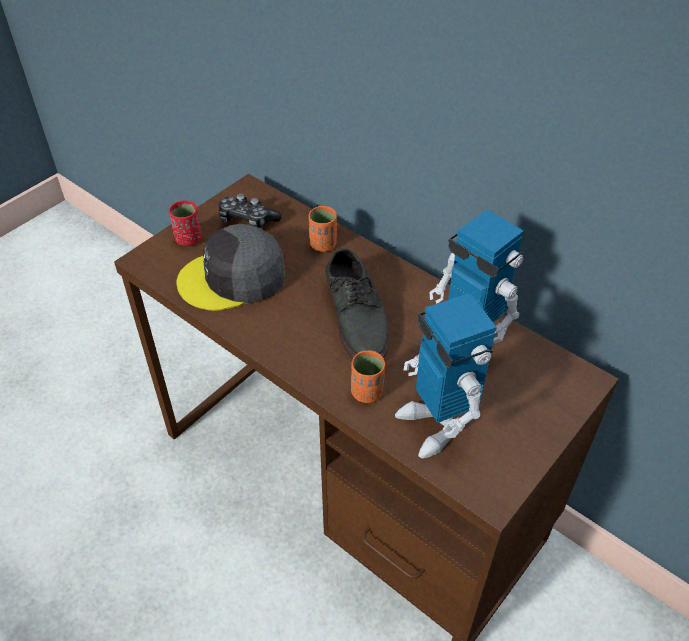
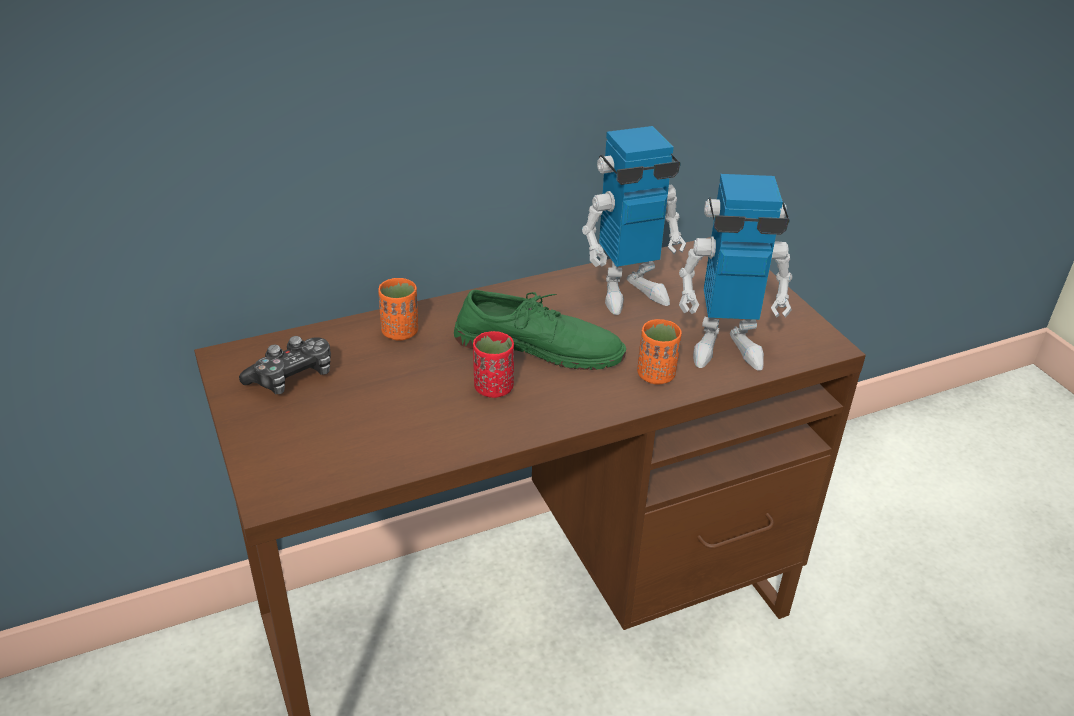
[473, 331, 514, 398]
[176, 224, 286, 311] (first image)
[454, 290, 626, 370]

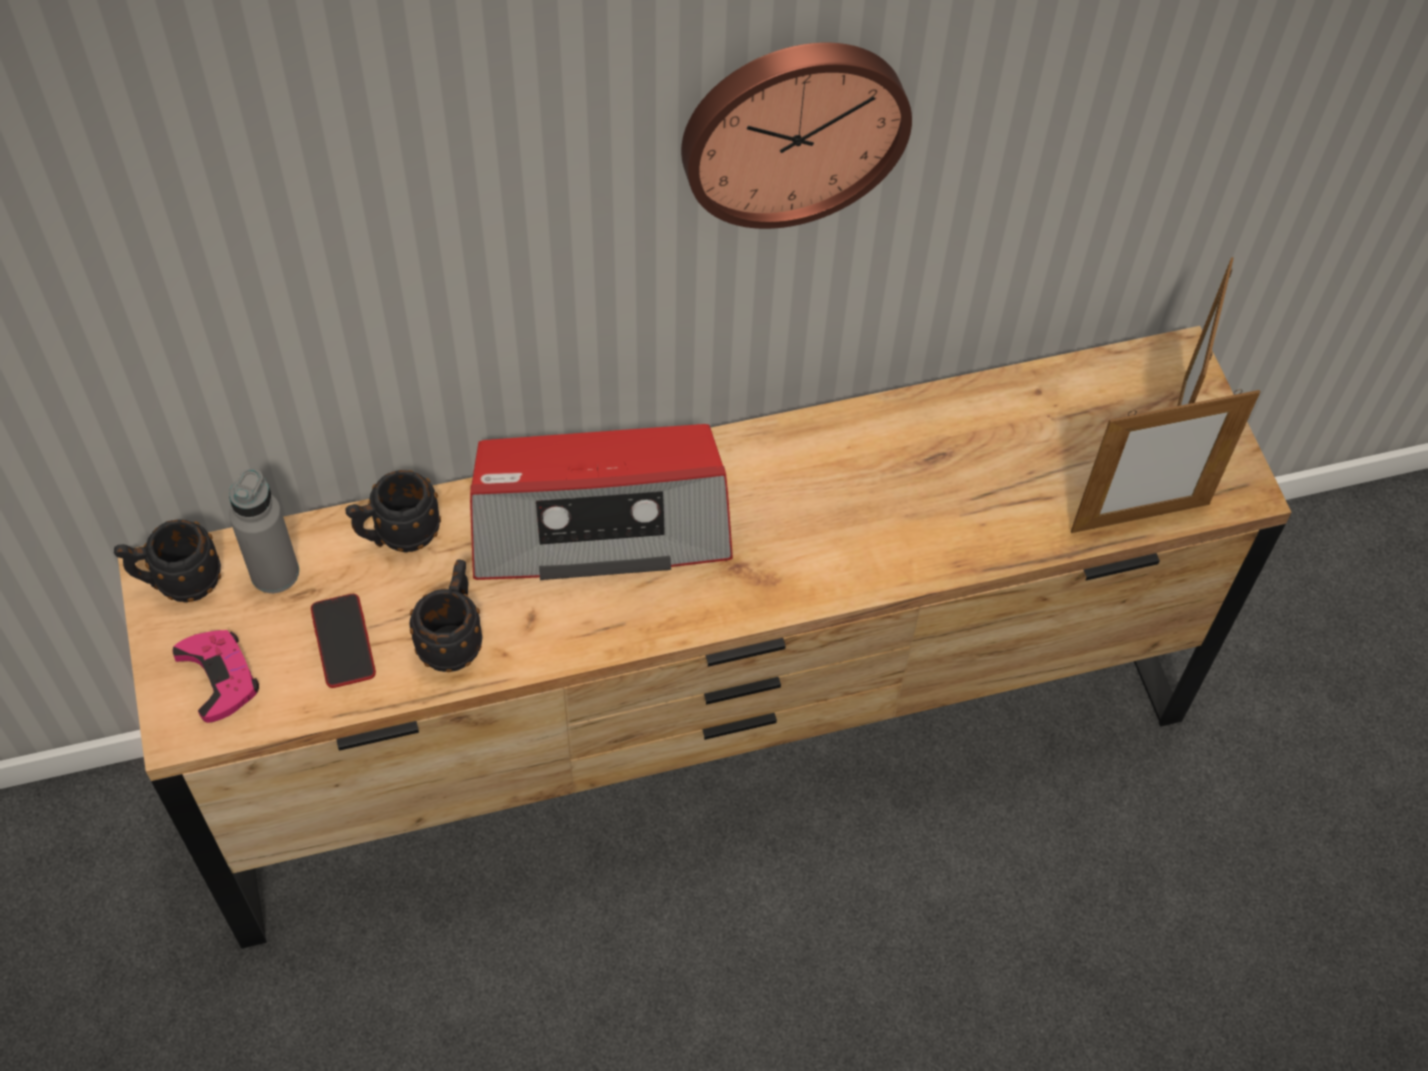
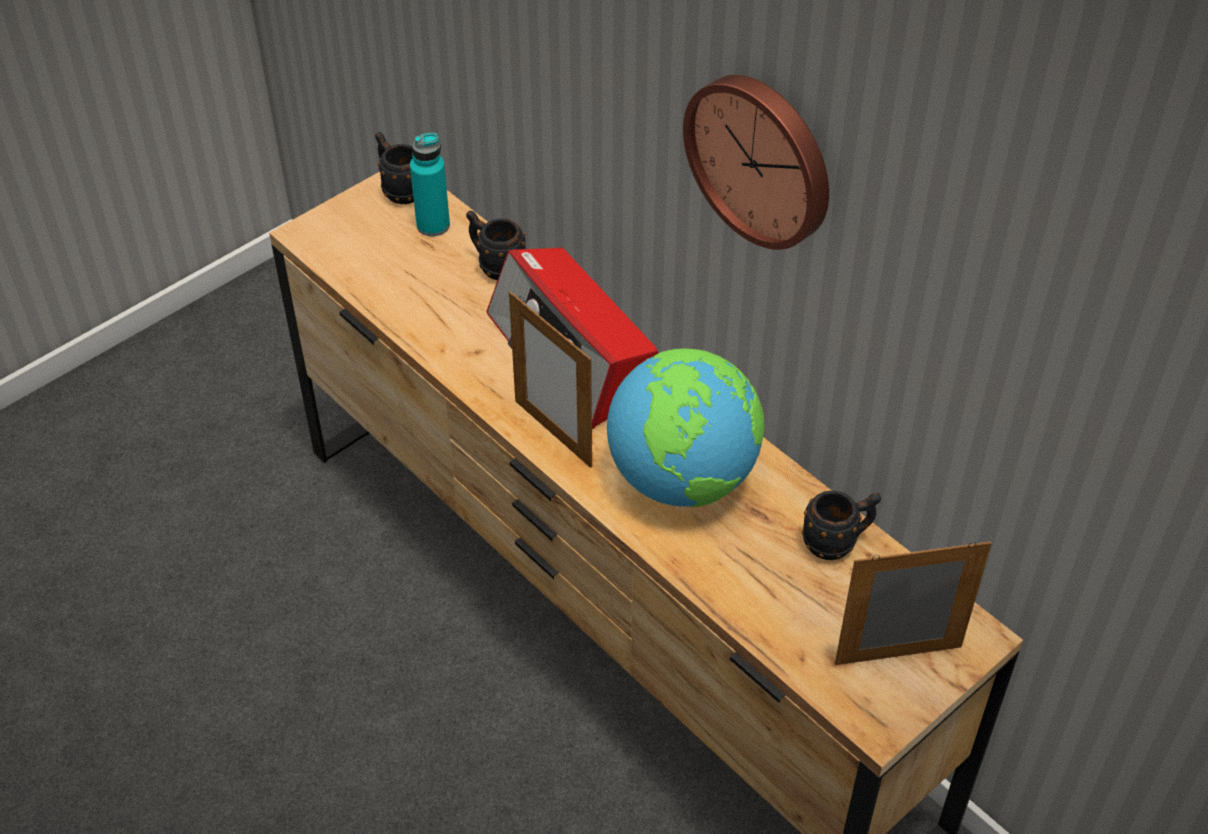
[509, 291, 592, 468]
[410, 133, 450, 236]
[802, 490, 881, 560]
[311, 594, 376, 688] (first image)
[173, 630, 259, 723] (first image)
[607, 348, 765, 507]

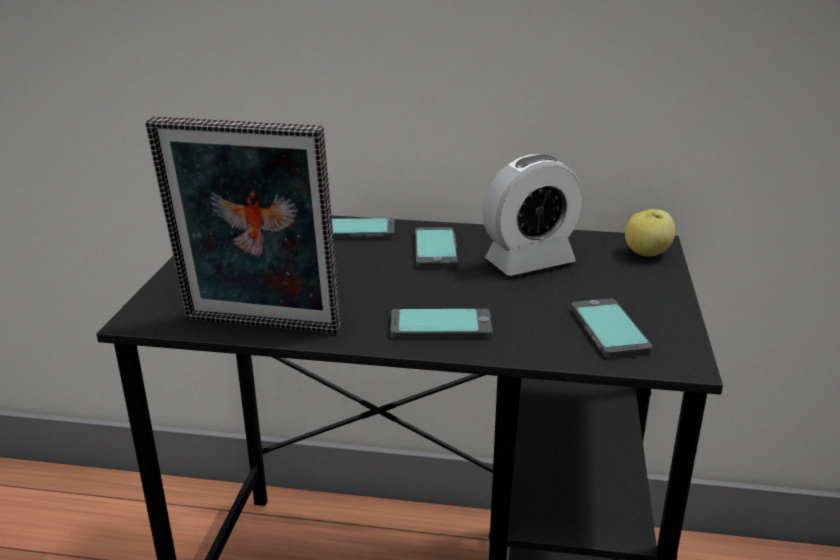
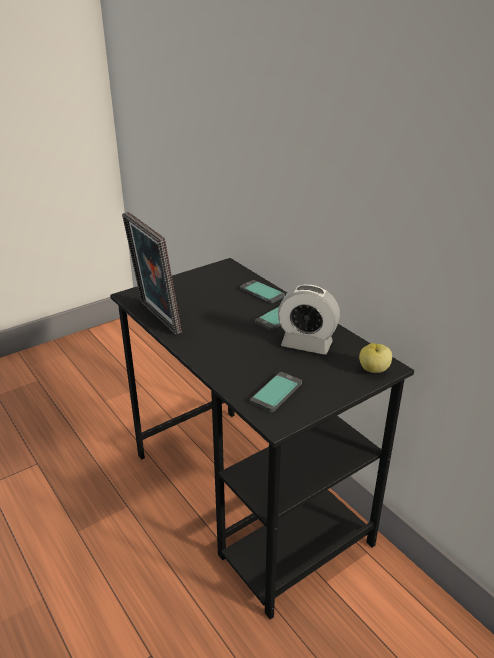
[391, 309, 493, 338] (first image)

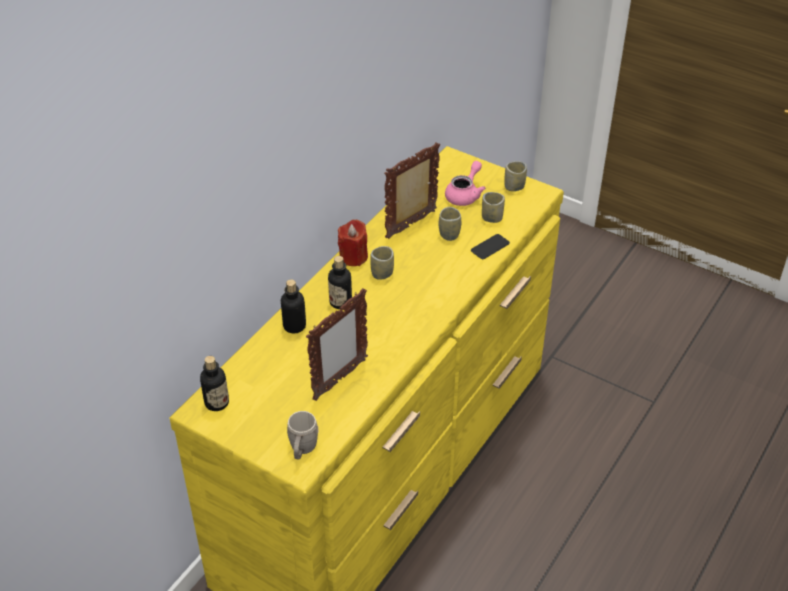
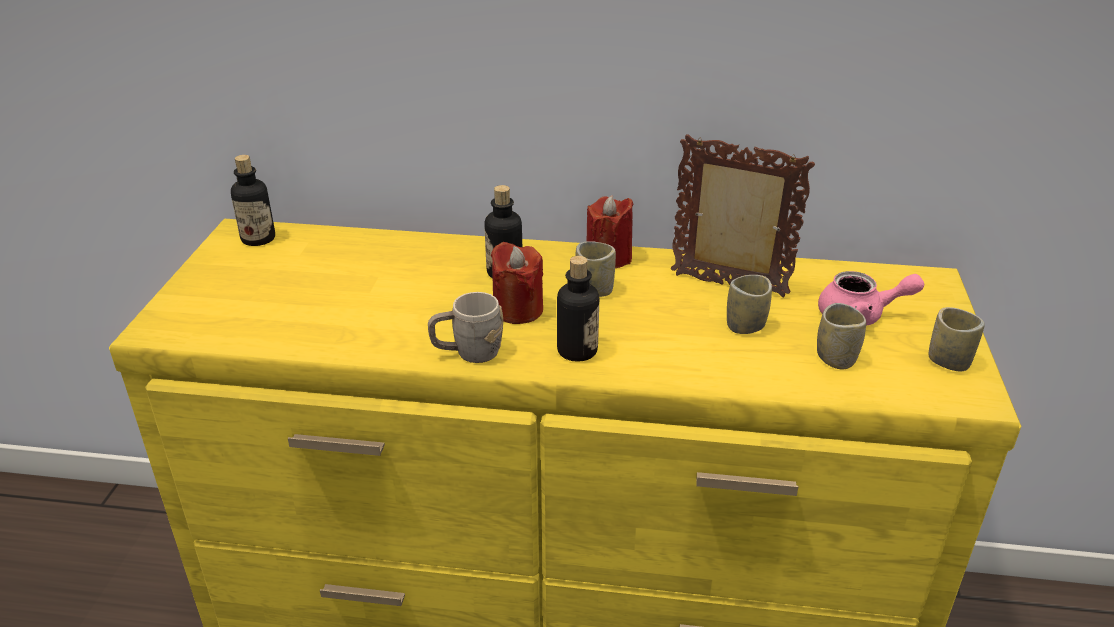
[471, 234, 510, 259] (first image)
[557, 256, 599, 362]
[306, 288, 368, 401] (first image)
[428, 292, 503, 363]
[491, 242, 543, 324]

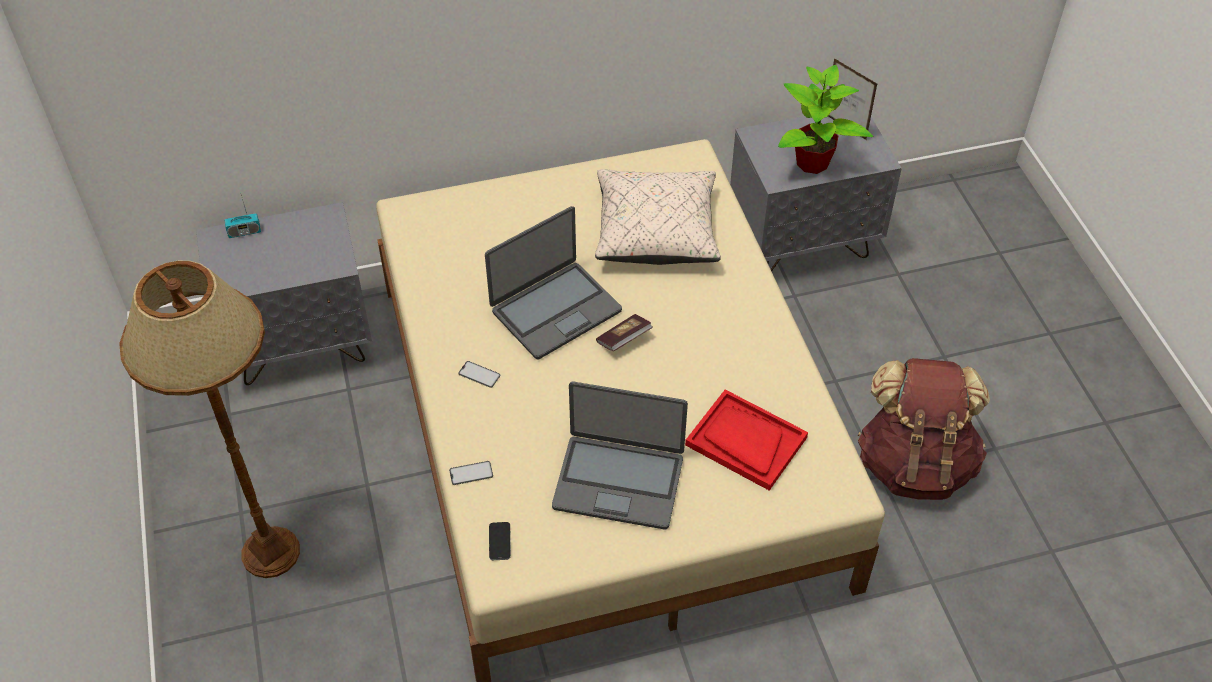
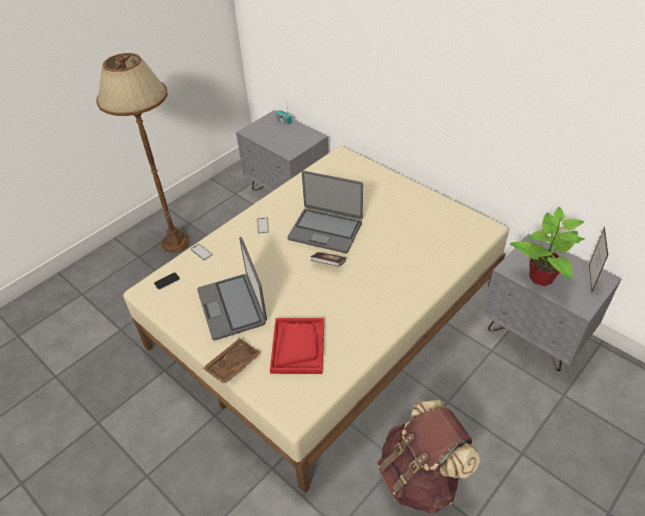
[595, 169, 721, 265] (first image)
[203, 338, 261, 384]

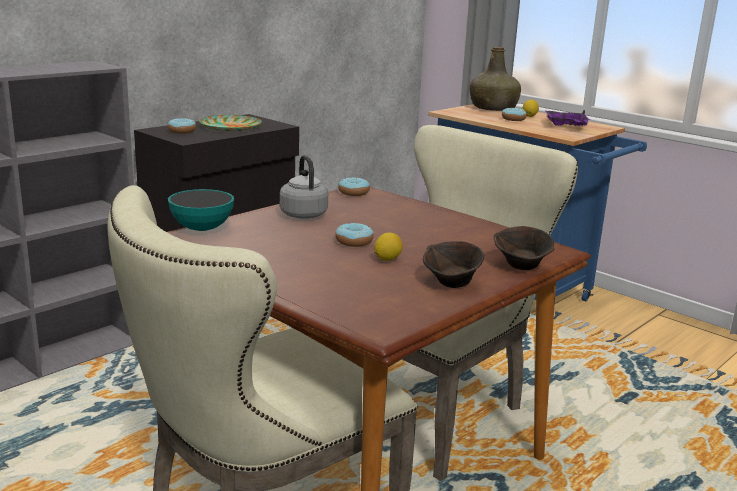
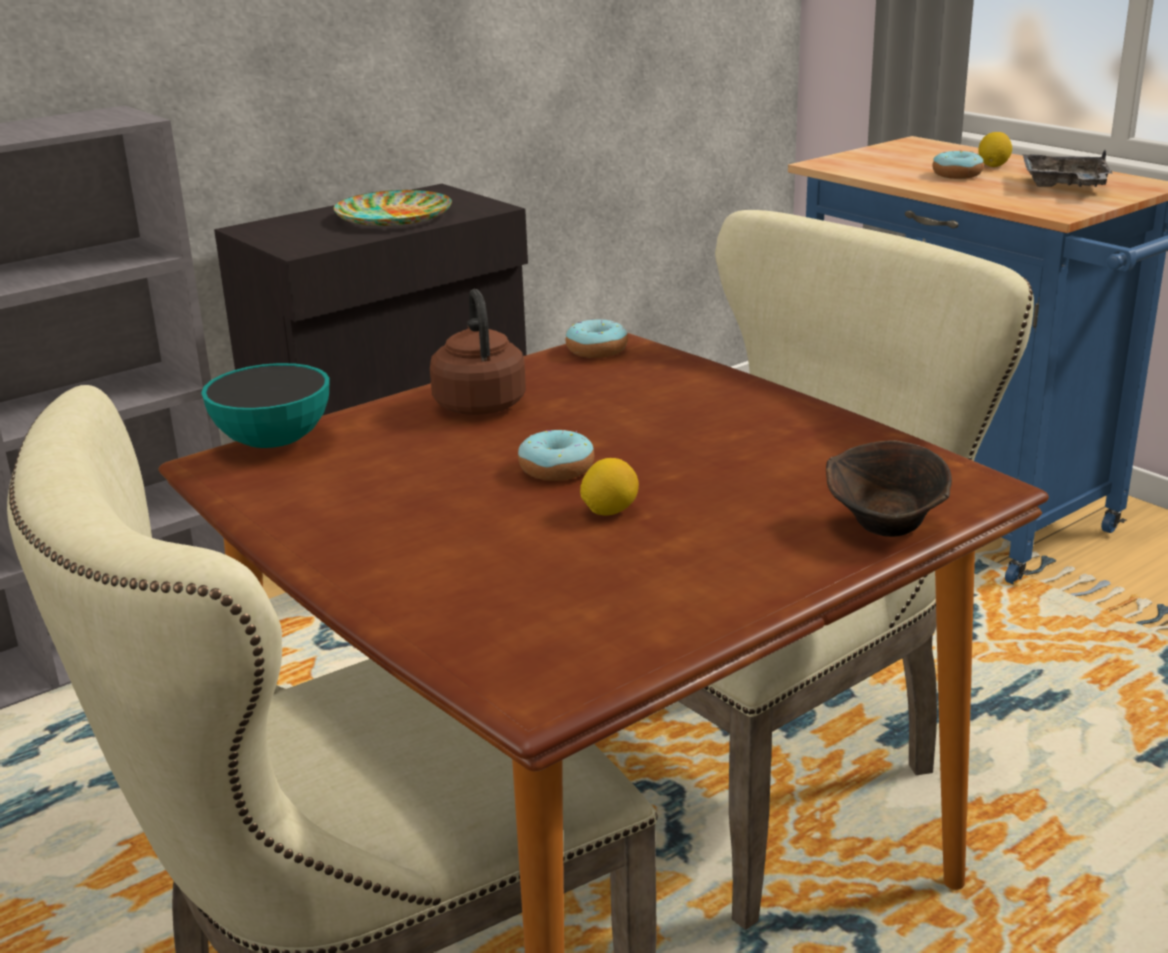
[469, 47, 521, 111] (first image)
[1022, 149, 1113, 187]
[168, 118, 196, 134] (first image)
[430, 289, 526, 415]
[423, 241, 484, 288] (first image)

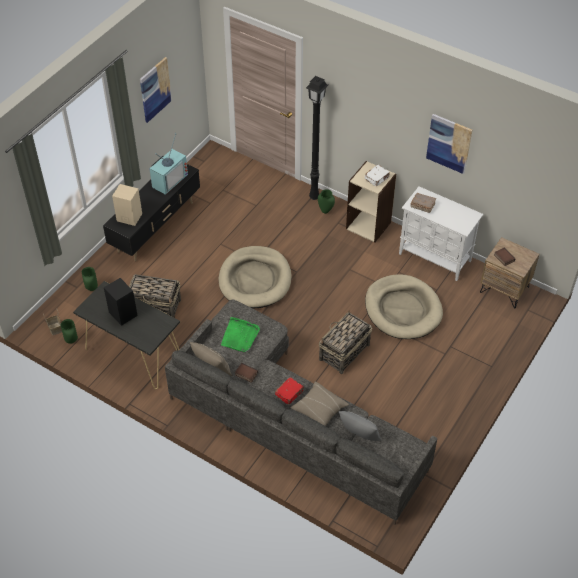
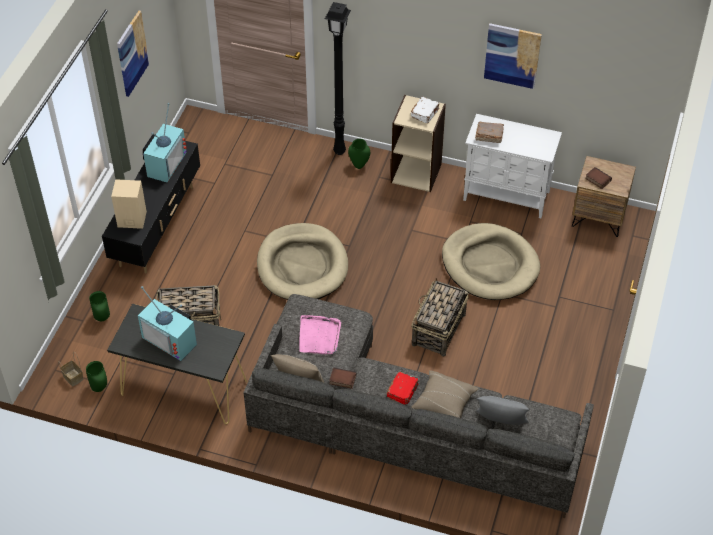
[138, 286, 197, 361]
[300, 315, 341, 354]

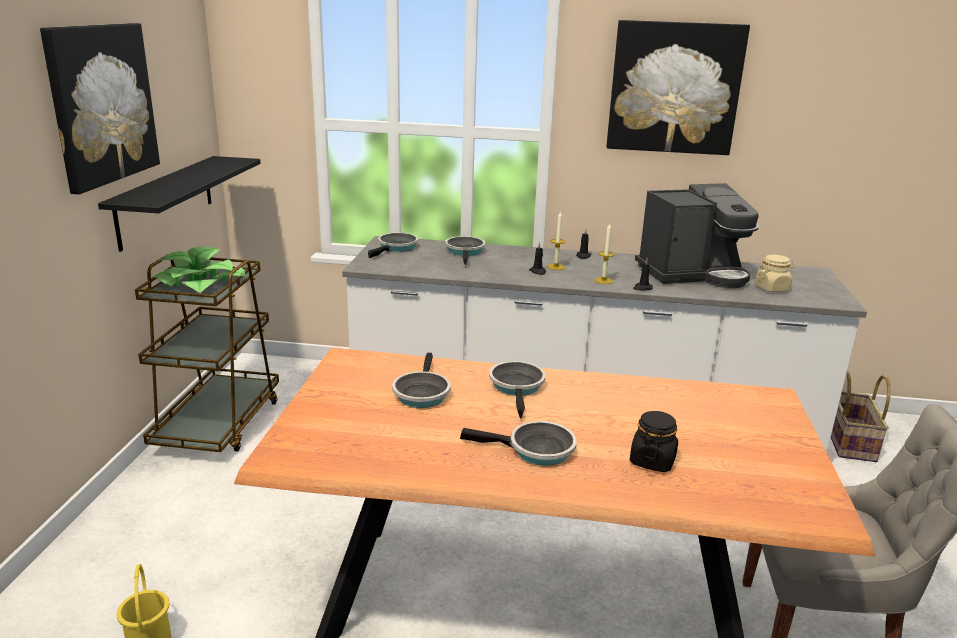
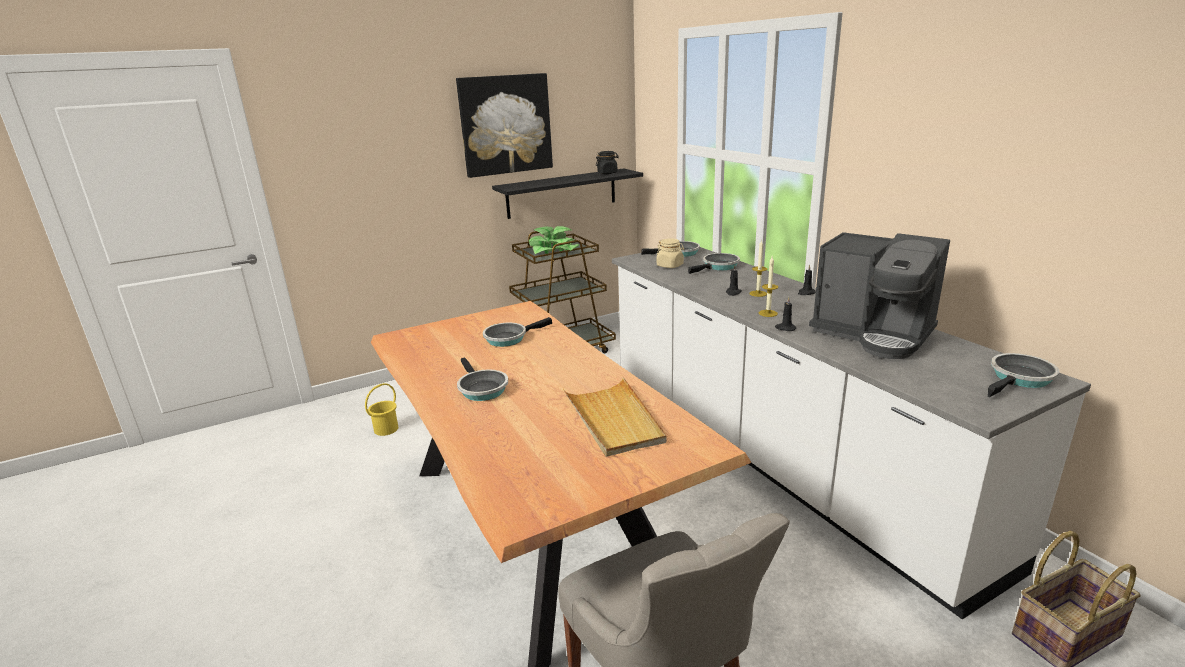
[607, 20, 750, 155] (first image)
[657, 239, 684, 268]
[988, 353, 1059, 397]
[596, 151, 619, 174]
[563, 377, 667, 457]

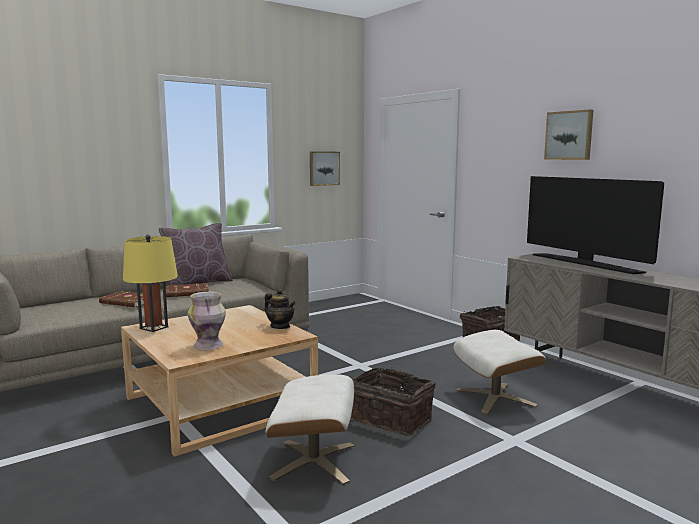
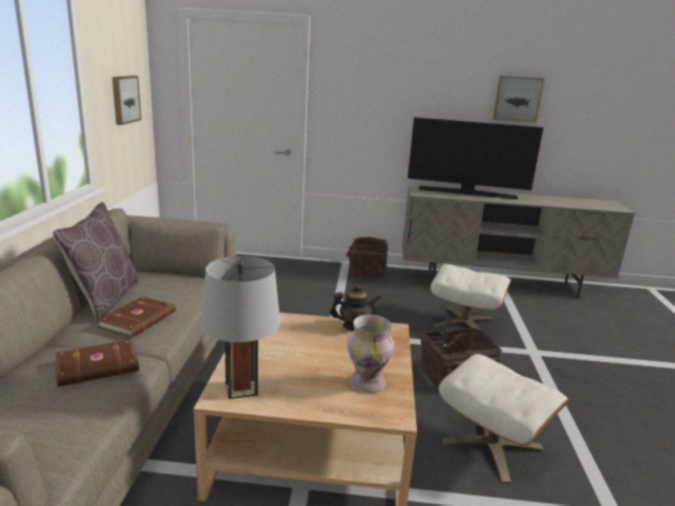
[493, 76, 544, 122]
[201, 256, 280, 399]

